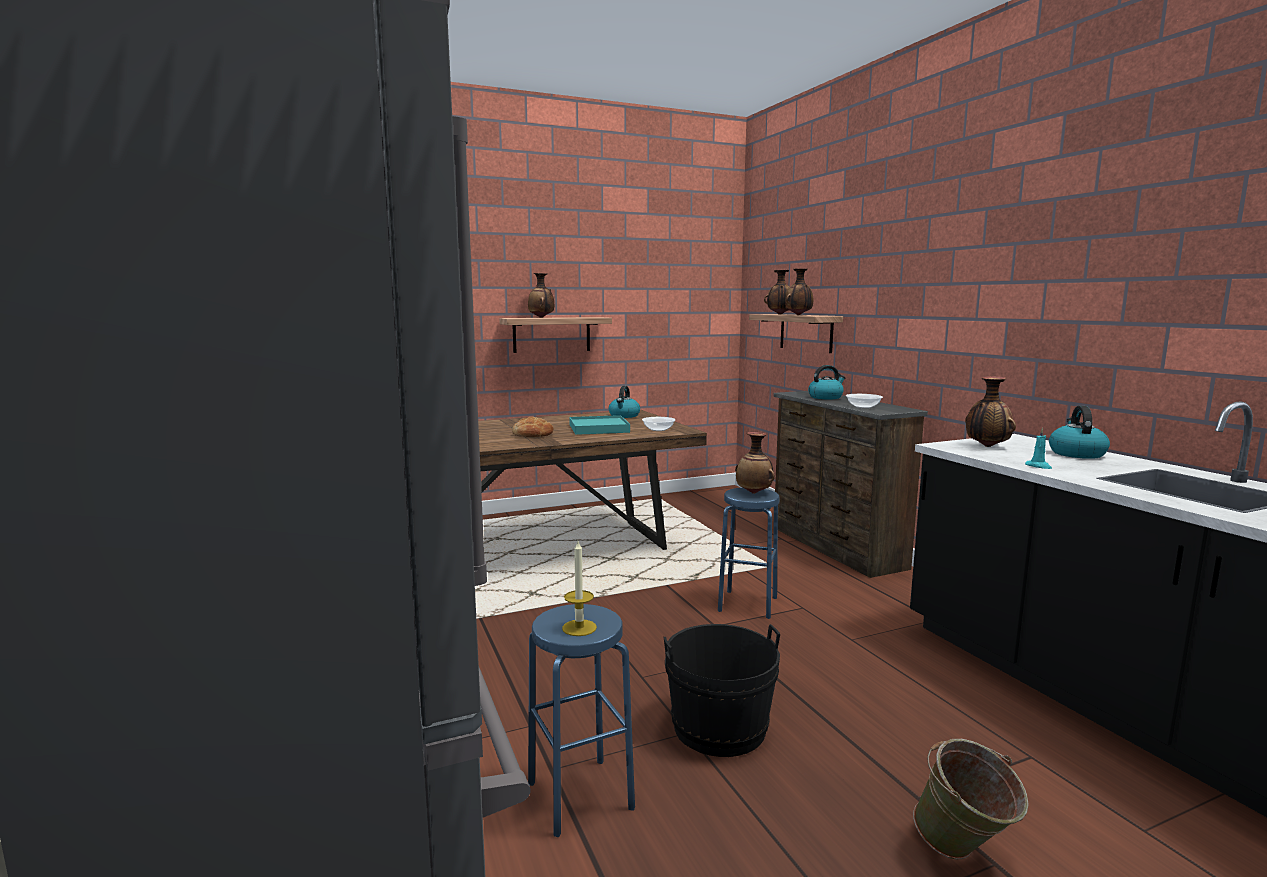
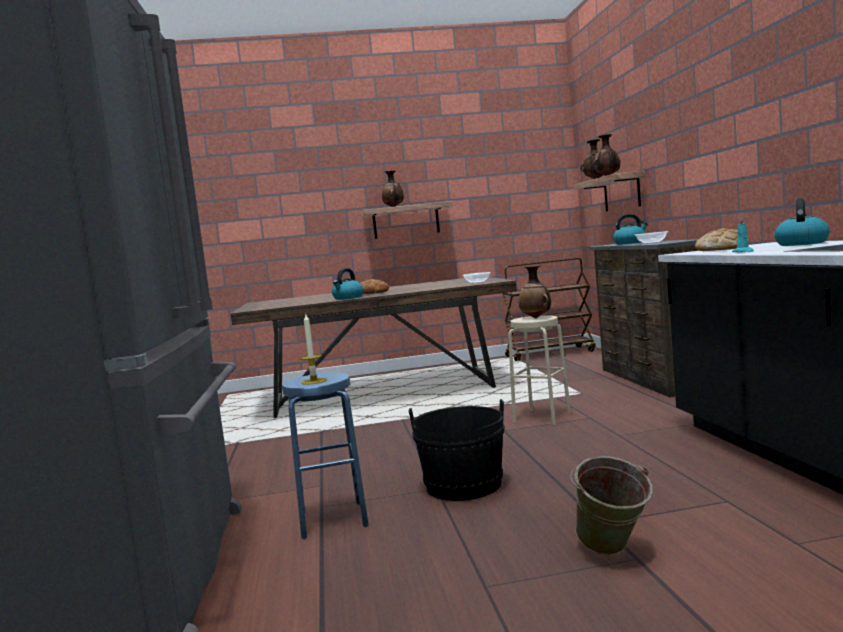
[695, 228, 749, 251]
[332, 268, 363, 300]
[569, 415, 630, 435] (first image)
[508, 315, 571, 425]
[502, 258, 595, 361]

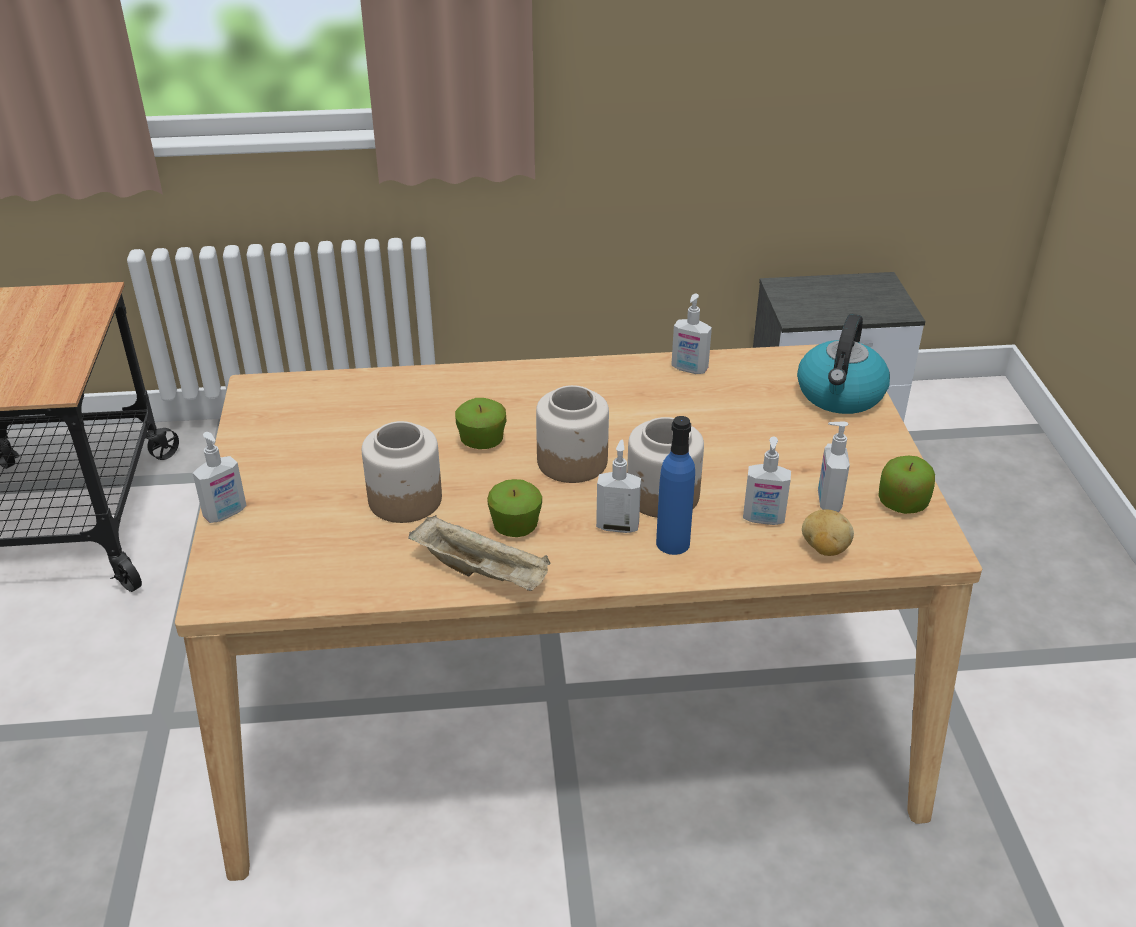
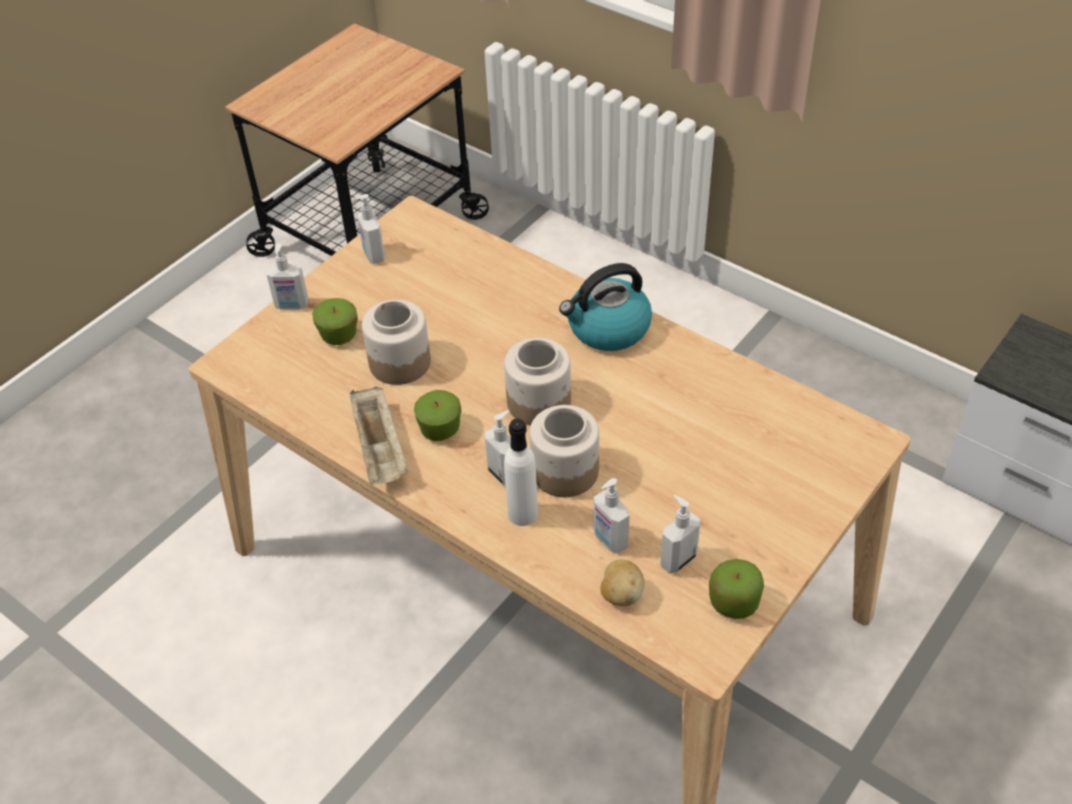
[354, 194, 385, 264]
[559, 263, 652, 351]
[312, 298, 358, 345]
[504, 419, 538, 526]

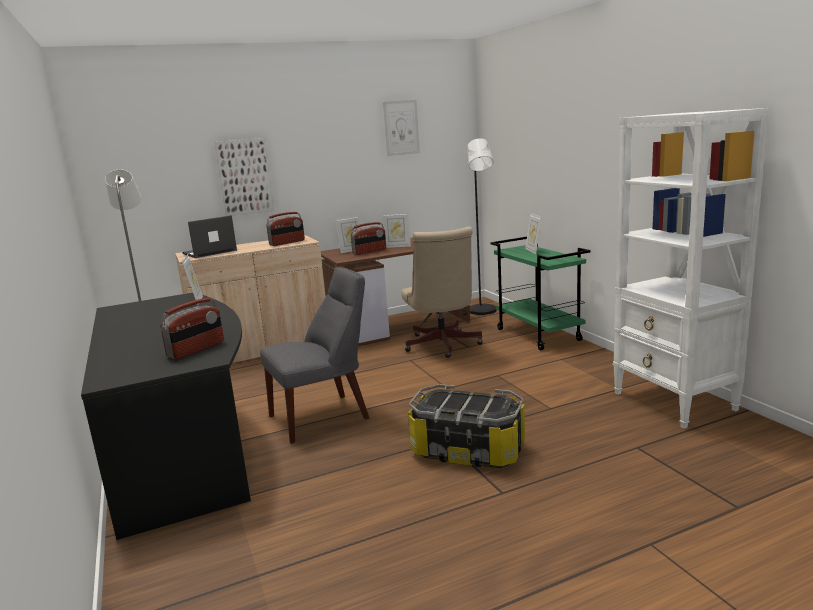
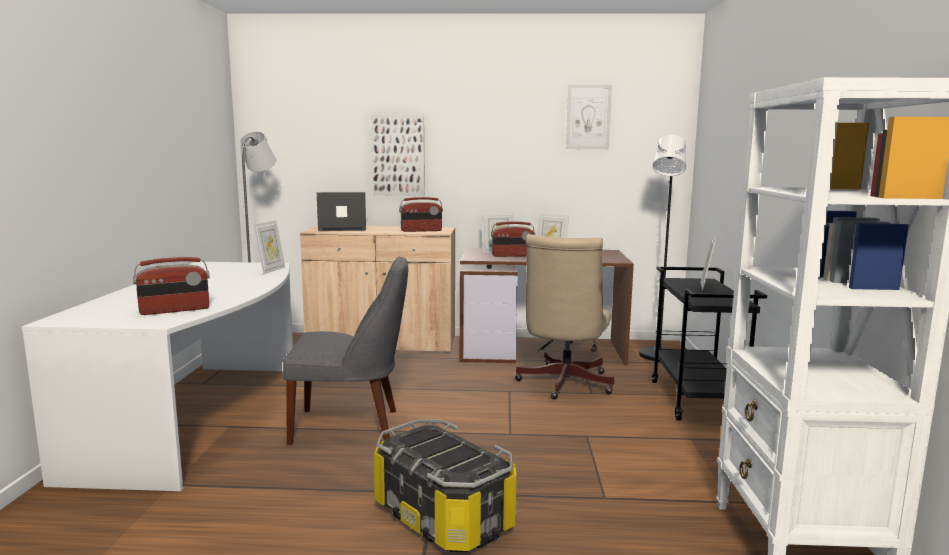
[652, 267, 767, 421]
[21, 262, 293, 491]

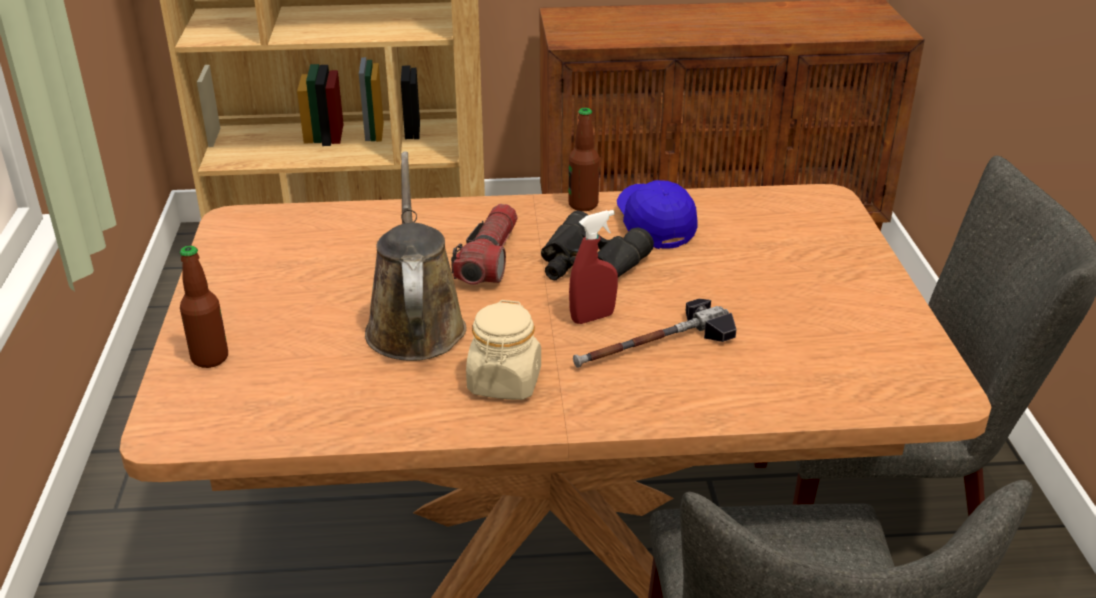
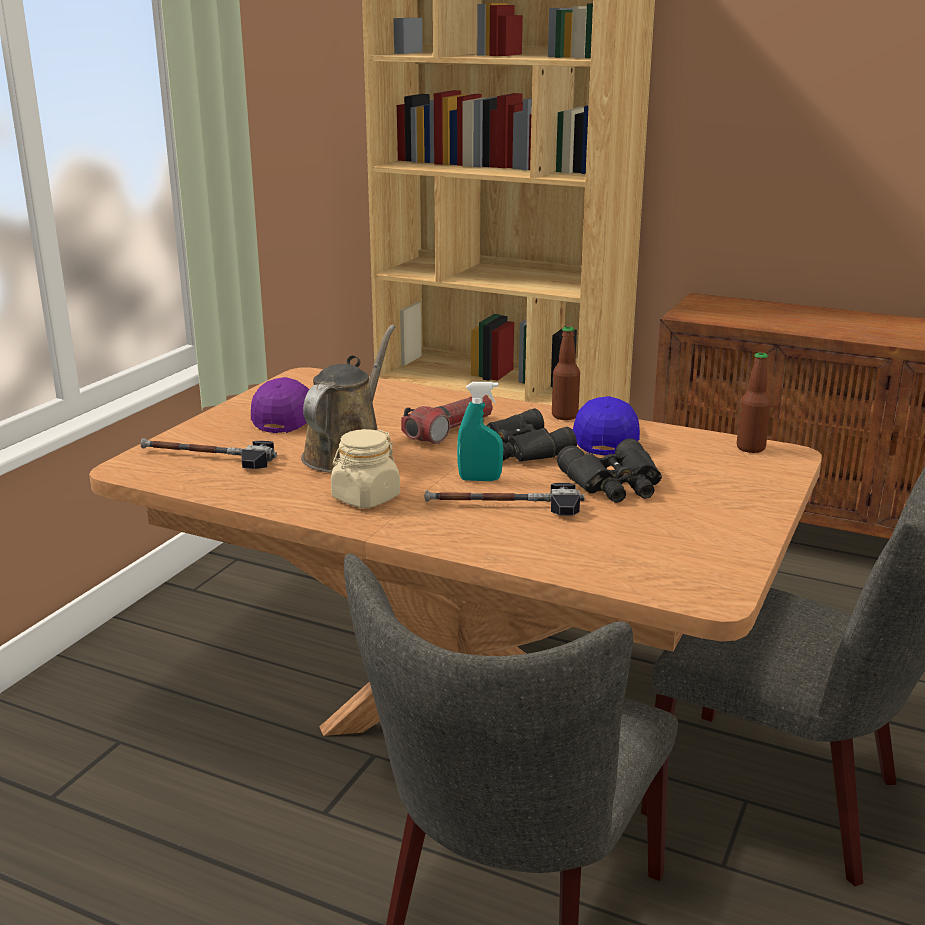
[457, 382, 503, 481]
[737, 353, 771, 453]
[251, 377, 309, 433]
[140, 438, 277, 469]
[557, 439, 662, 503]

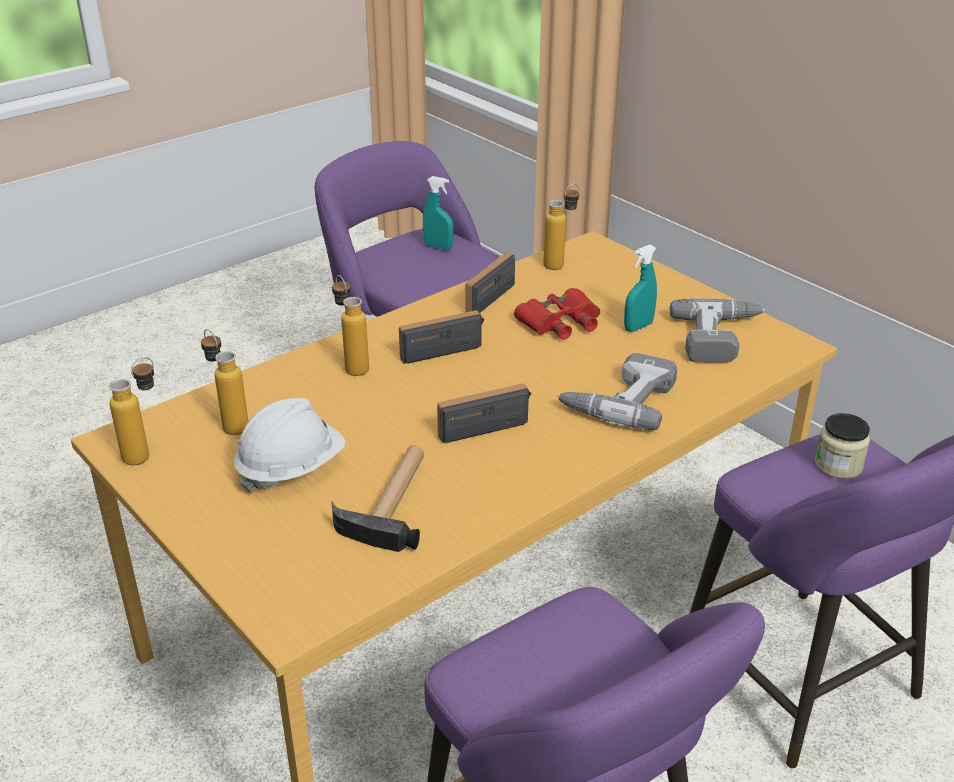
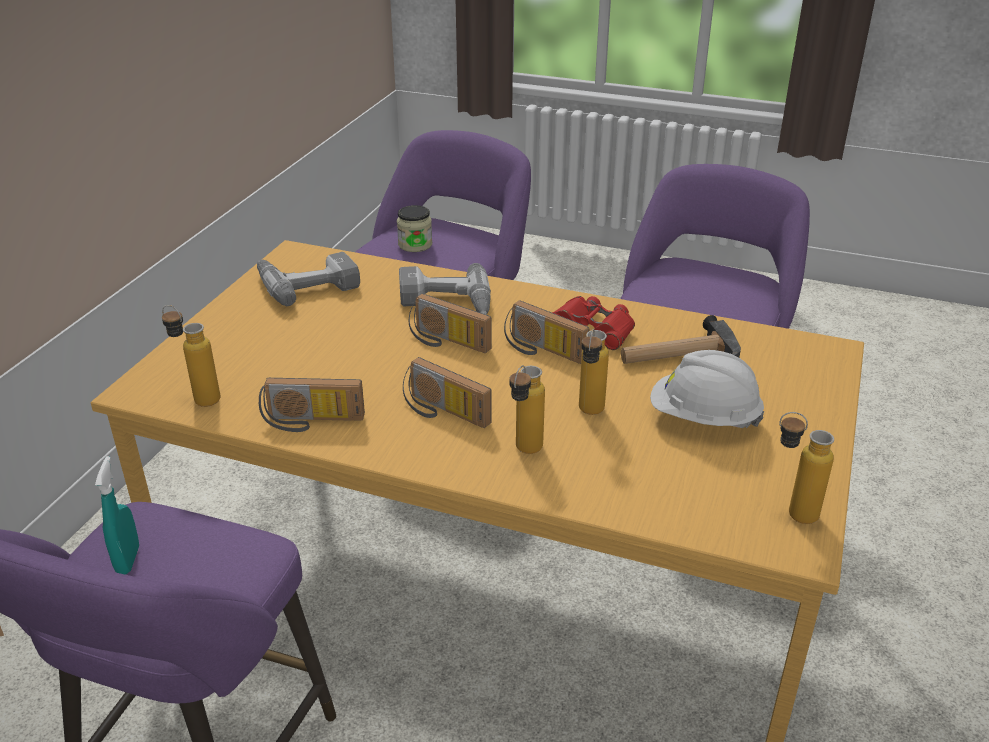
[624, 245, 657, 332] (first image)
[552, 296, 635, 350]
[579, 329, 609, 415]
[409, 293, 492, 353]

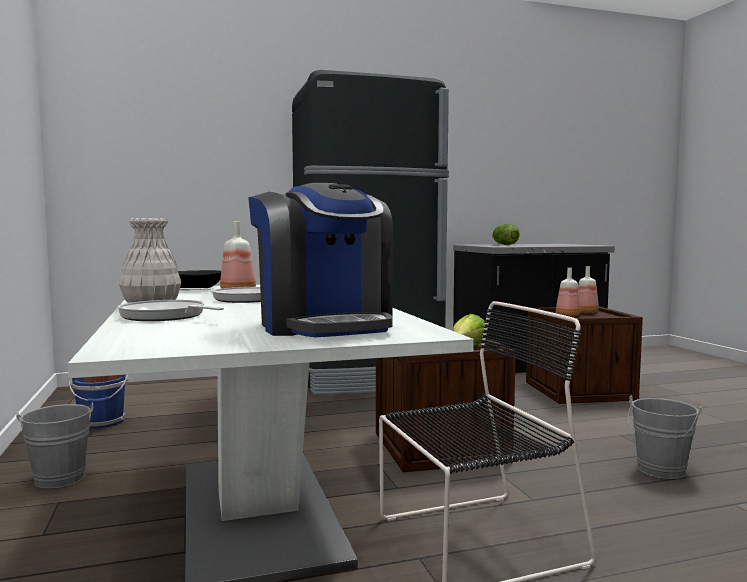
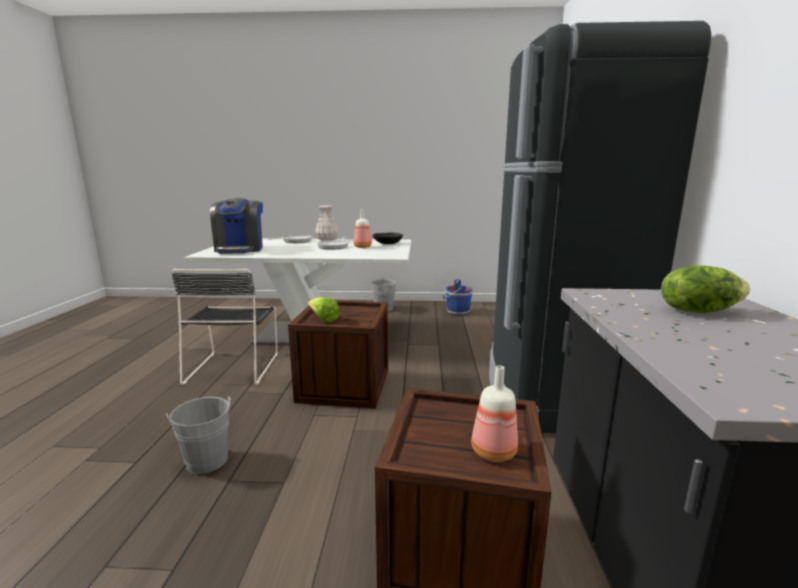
[210, 198, 263, 253]
[556, 268, 580, 317] (first image)

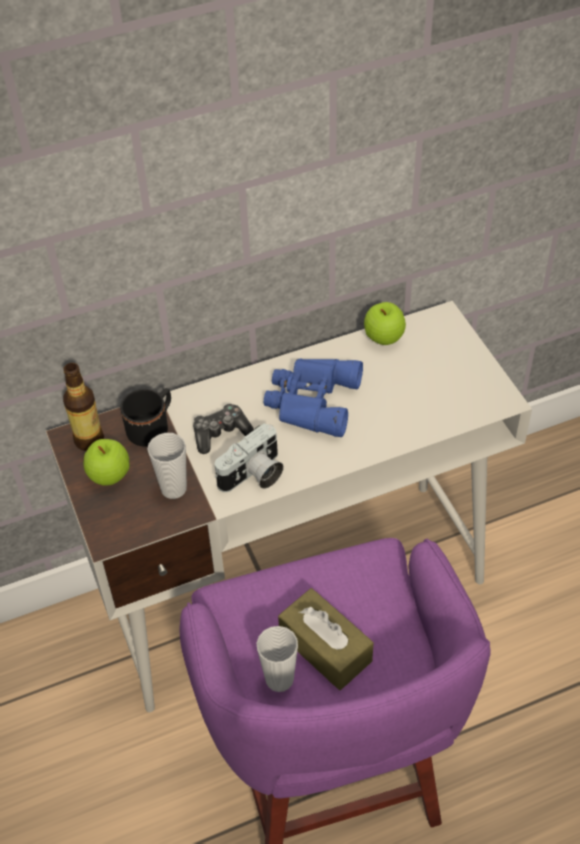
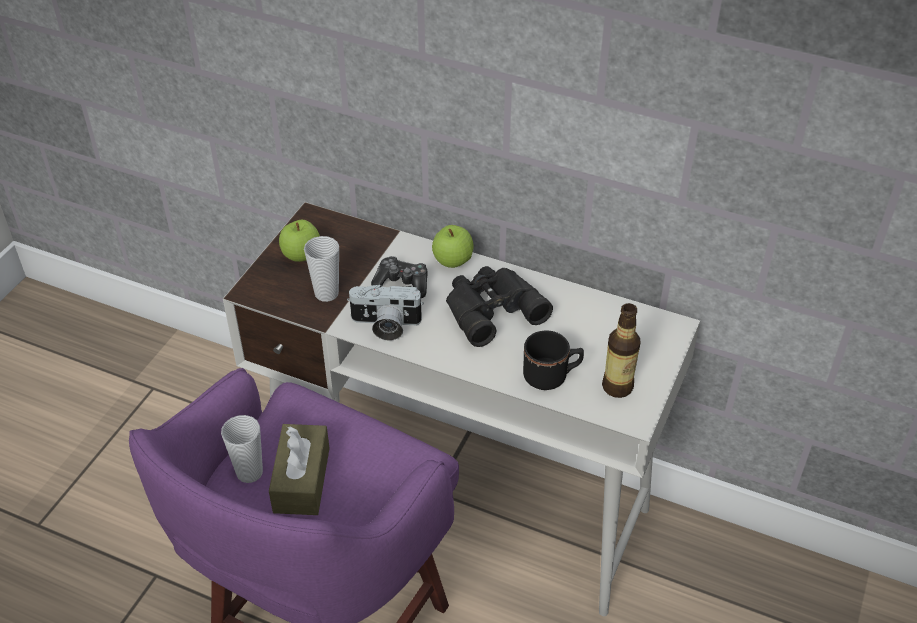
[432, 225, 474, 268]
[446, 266, 553, 347]
[602, 303, 641, 398]
[523, 330, 584, 390]

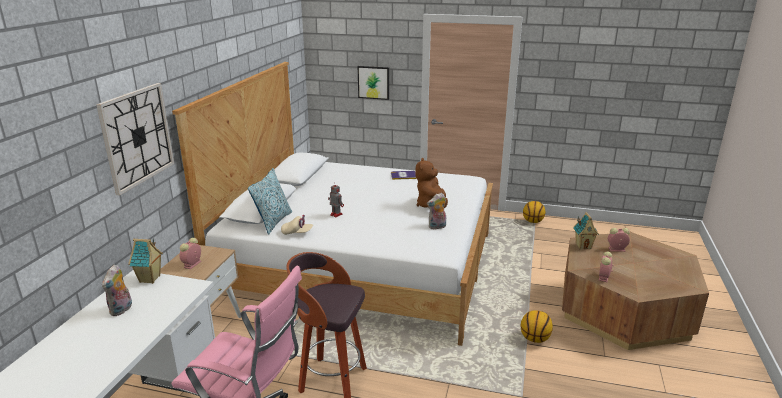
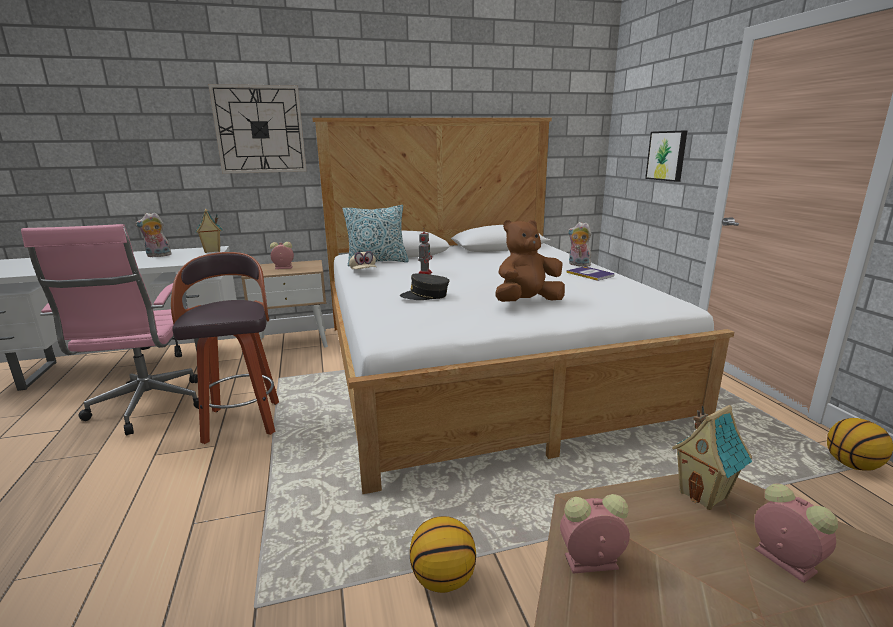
[568, 222, 592, 267]
[400, 273, 449, 300]

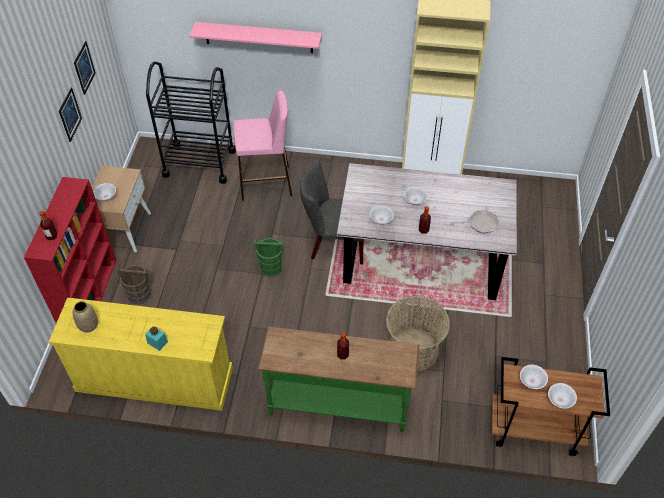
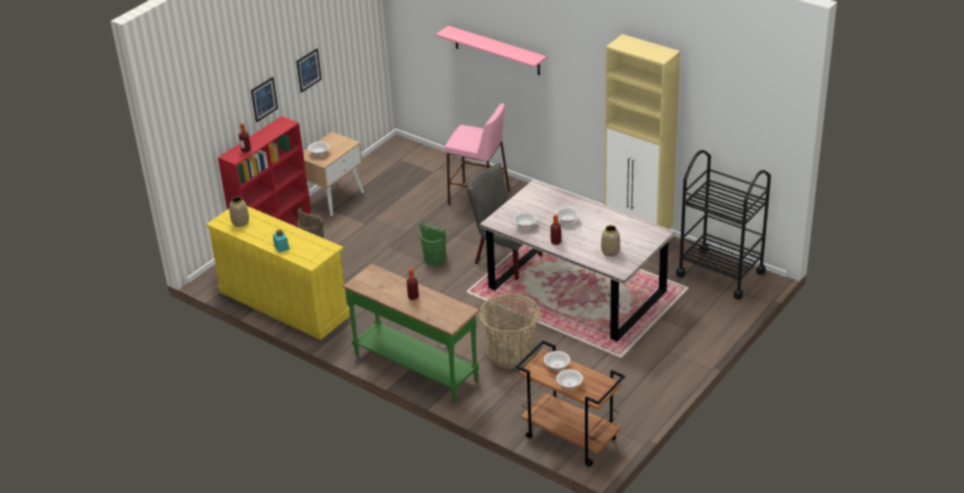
[251, 77, 278, 123]
[676, 150, 771, 300]
[601, 225, 620, 257]

